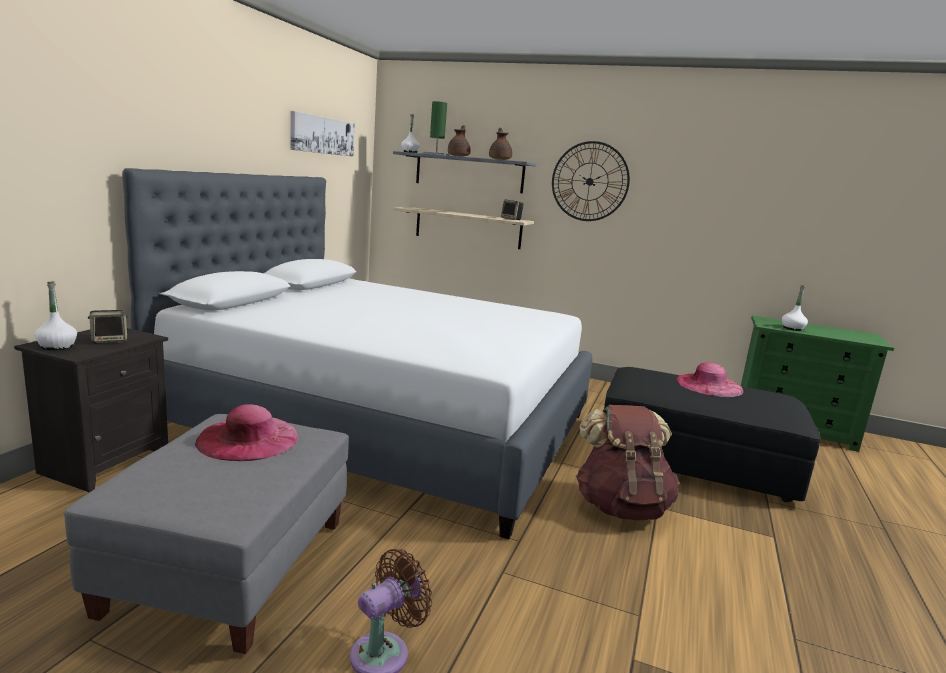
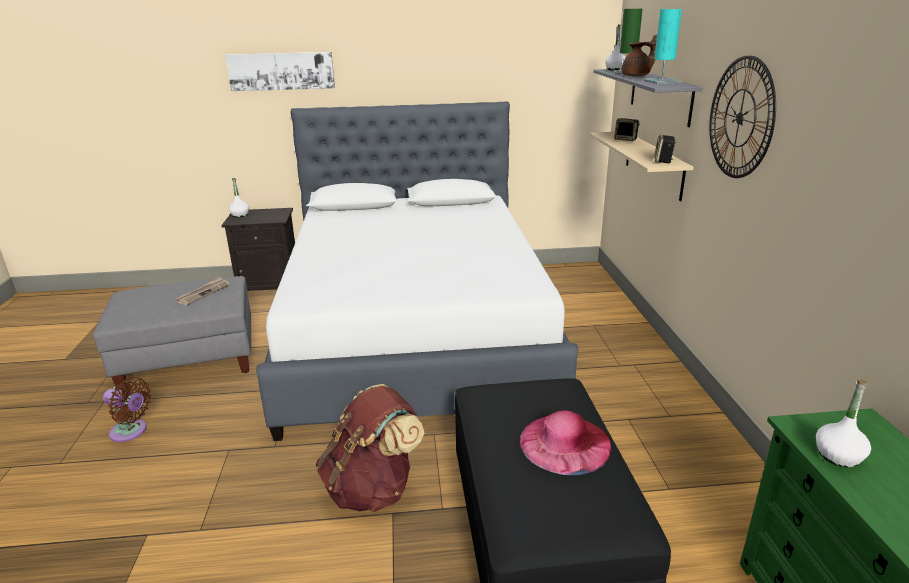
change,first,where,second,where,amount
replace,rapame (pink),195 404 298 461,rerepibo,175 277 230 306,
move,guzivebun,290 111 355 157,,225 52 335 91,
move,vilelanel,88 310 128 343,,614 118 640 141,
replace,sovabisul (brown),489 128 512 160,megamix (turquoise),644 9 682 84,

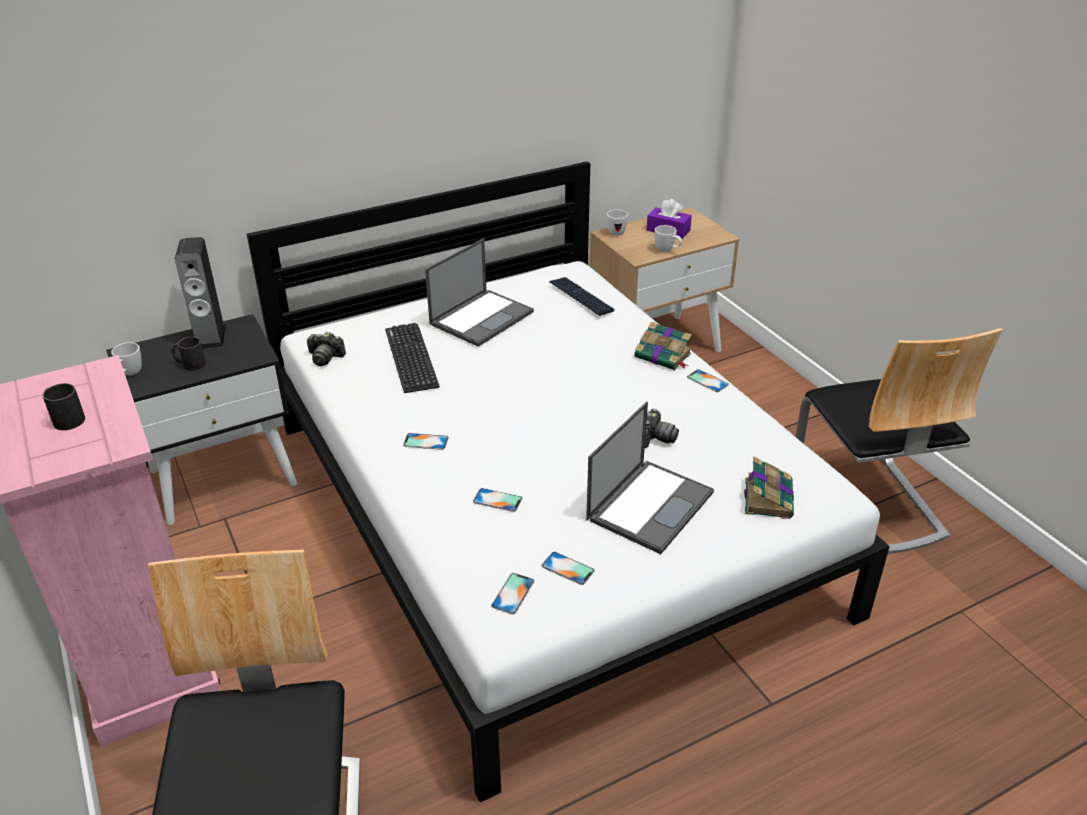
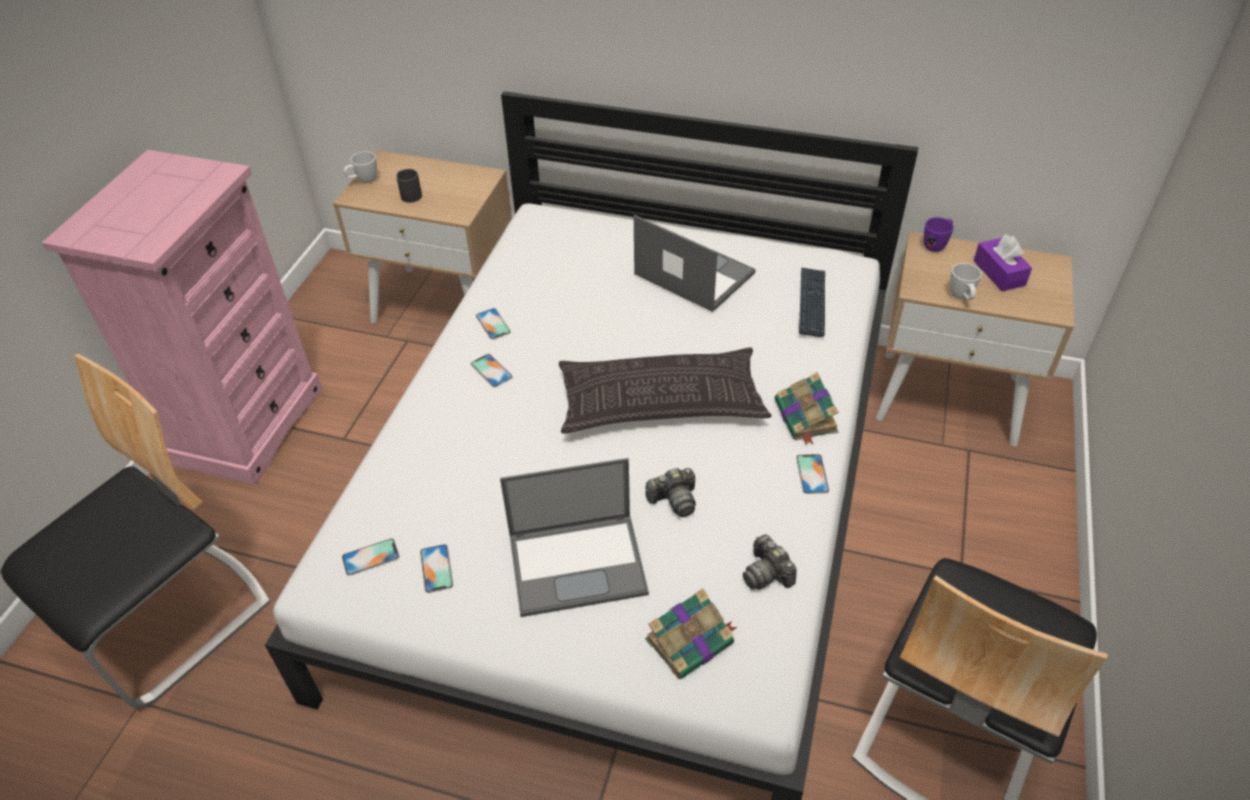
change,first,where,second,where,amount
recolor,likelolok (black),106 314 297 525,likelolok (beige),333 150 512 323,
move,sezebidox,473 488 522 512,,476 308 511 339,
insert,,,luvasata,559 347 772 434,
rotate,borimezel,425 238 534 347,,634 215 756 312,135 degrees counterclockwise
move,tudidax,307 332 346 366,,743 535 797 590,
recolor,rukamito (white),607 210 628 236,rukamito (purple),924 217 954 252,
delete,rukamito (black),43 383 85 430,,,
delete,vilelanel,175 237 226 349,,,
delete,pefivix,385 323 440 393,,,

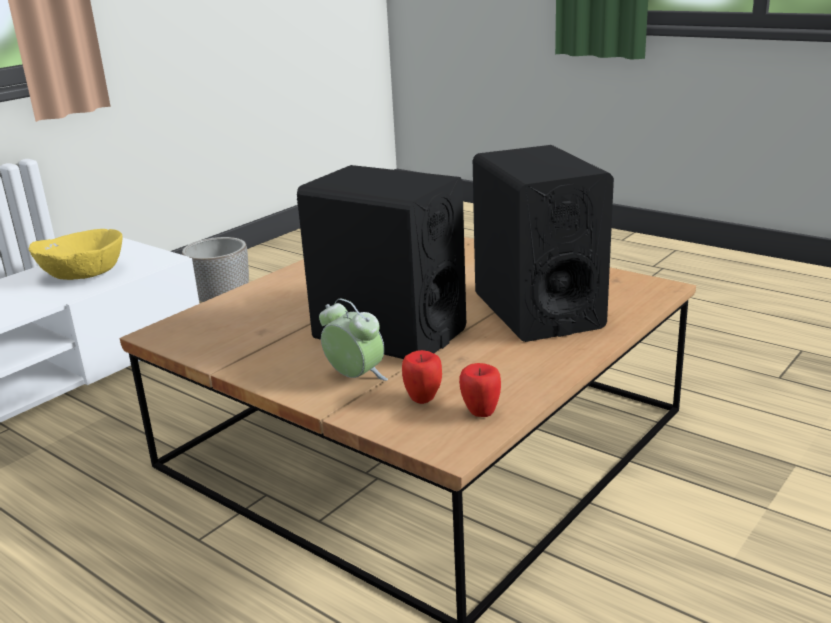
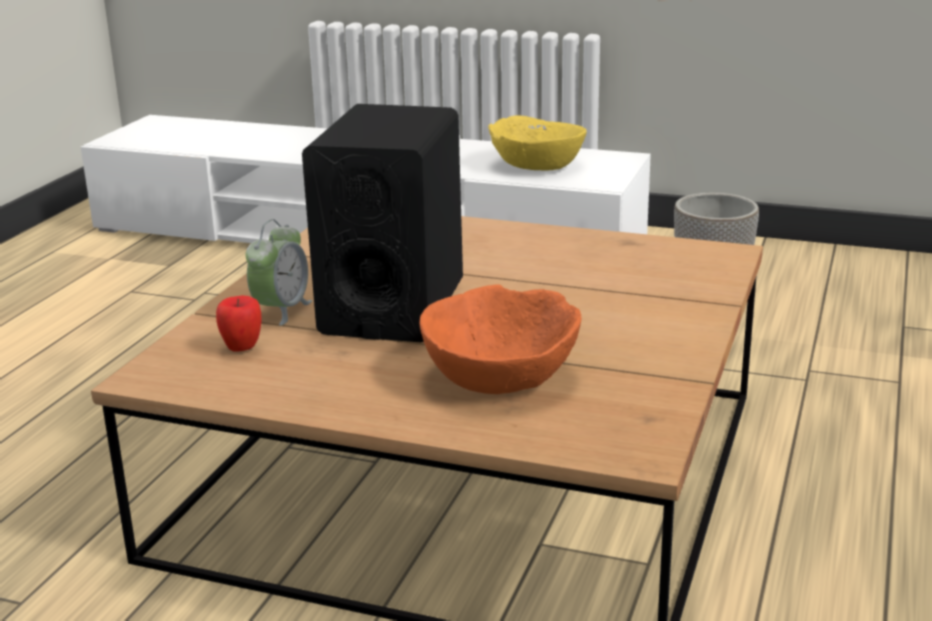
change,first,where,second,where,amount
replace,vilelanel (black),473 145 614 342,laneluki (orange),419 284 582 394,
delete,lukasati,459 363 501 417,,,

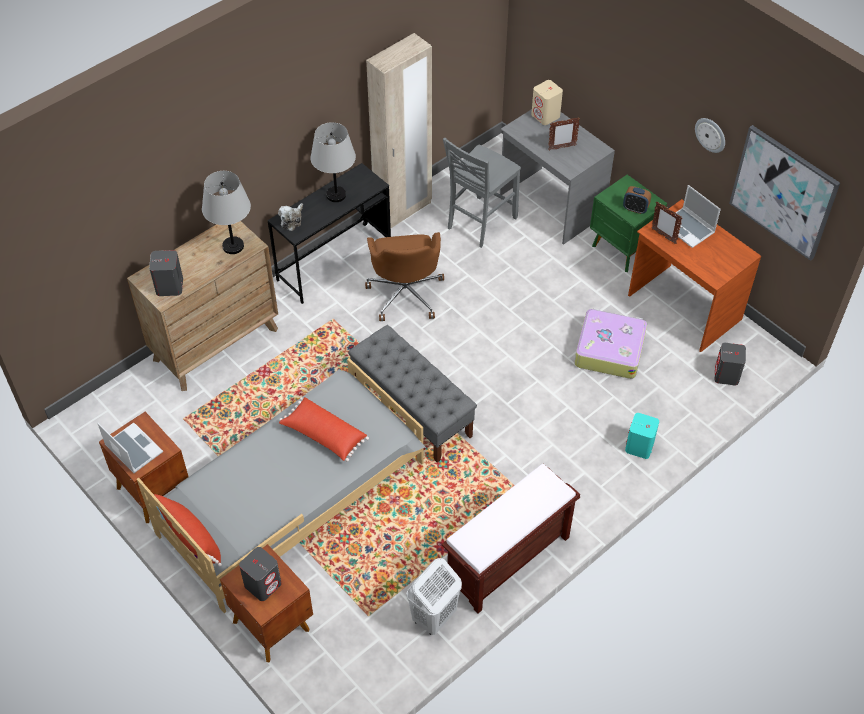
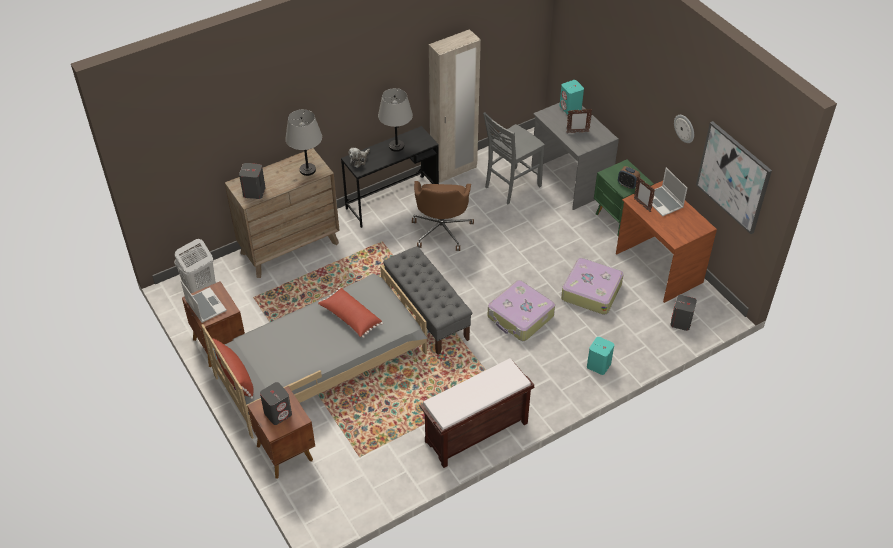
change,first,where,second,where,amount
move,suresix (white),406 558 462 635,,175 239 216 293,
insert,,,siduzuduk,487 280 555 341,
recolor,vilelanel (beige),531 80 563 125,vilelanel (turquoise),560 80 584 114,

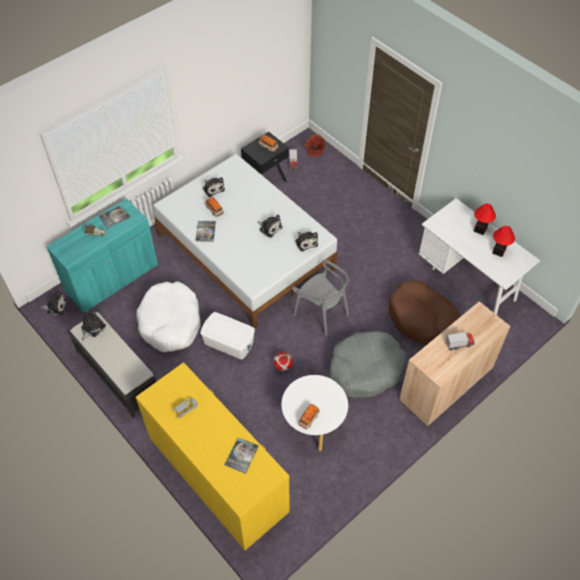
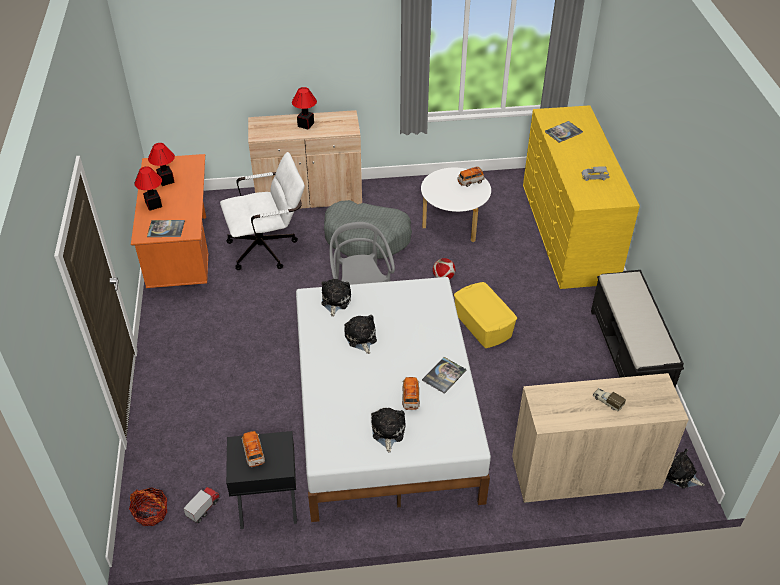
change,first,where,second,where,amount
recolor,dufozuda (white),419 198 540 315,dufozuda (orange),131 154 209 288,
move,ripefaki,99 205 130 228,,147 220 185 237,
replace,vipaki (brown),388 280 461 345,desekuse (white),220 152 305 270,
replace,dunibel,446 332 475 351,megamix,292 87 317 129,
recolor,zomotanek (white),200 312 255 360,zomotanek (yellow),454 282 517 348,
recolor,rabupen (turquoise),46 198 158 312,rabupen (beige),512 373 689 503,
delete,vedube,81 312 106 340,,,
delete,vipaki (white),137 281 201 352,,,

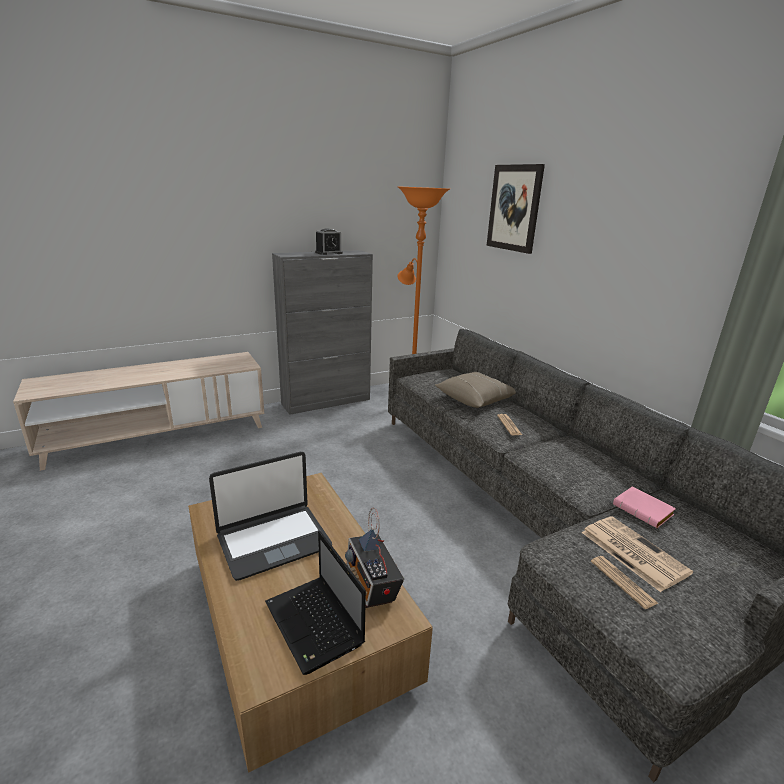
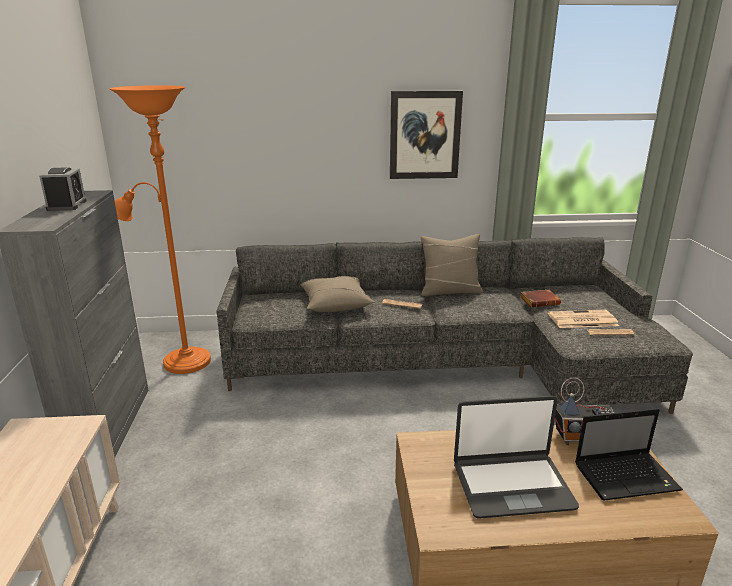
change,first,where,second,where,amount
move,guzivebun,486 164 545 254,,390 91 463 179,
insert,,,luvasata (beige),420 234 483 296,
rotate,borimezel,209 452 332 581,,454 396 579 519,90 degrees clockwise
recolor,ripefaki (pink),613 487 676 528,ripefaki (brown),521 290 561 307,

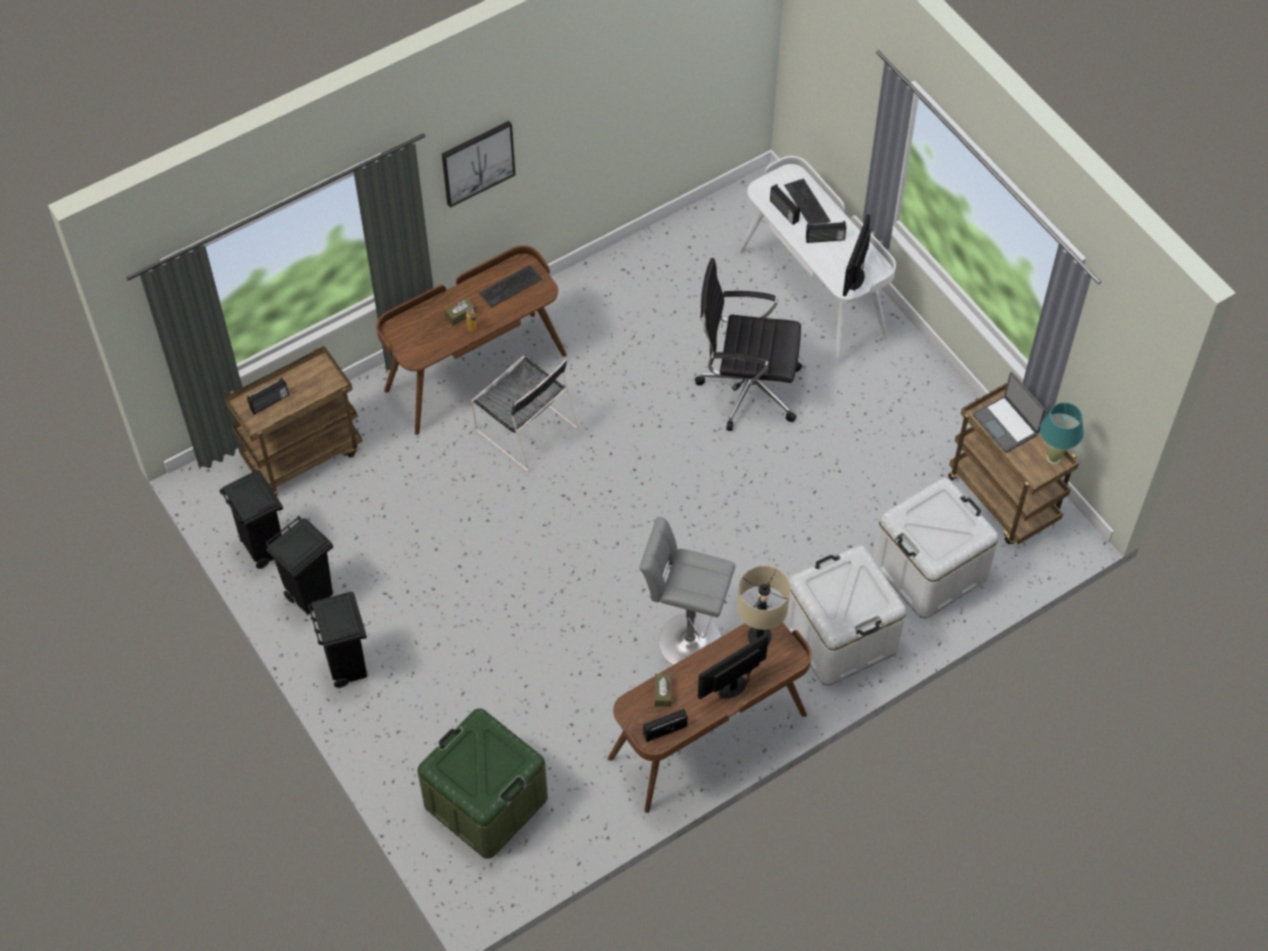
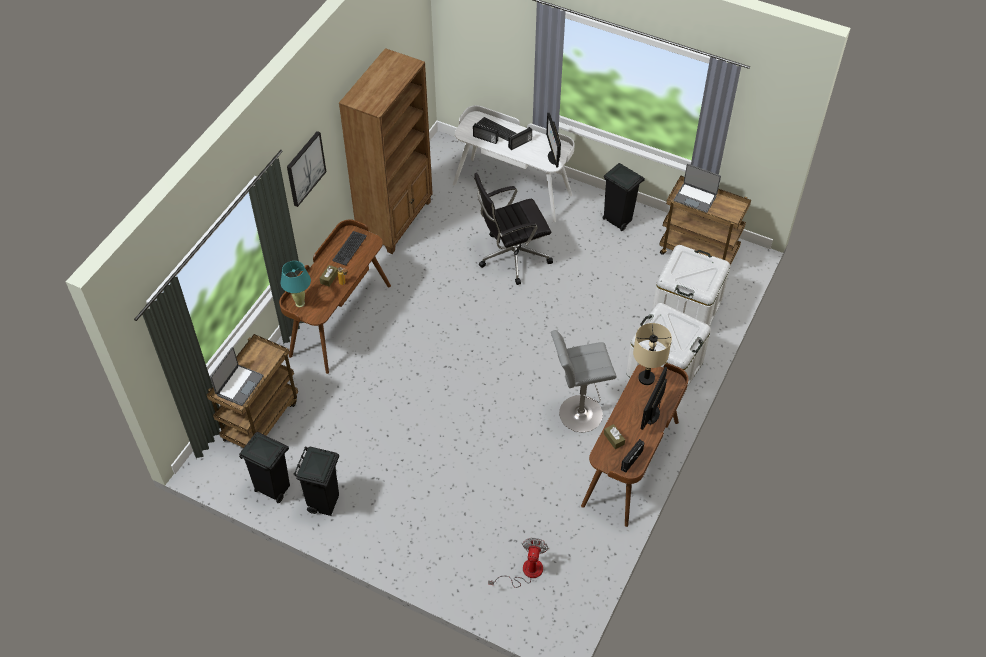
change,first,where,second,where,amount
replace,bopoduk,247 378 289 415,borimezel,210 347 264 406,
move,megamix (turquoise),1040 402 1084 464,,281 261 311 307,
insert,,,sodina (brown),339 48 433 254,
replace,zomotanek (green),418 708 548 858,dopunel,488 538 548 588,
move,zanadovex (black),308 592 367 688,,603 163 645 231,
delete,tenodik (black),471 356 579 472,,,

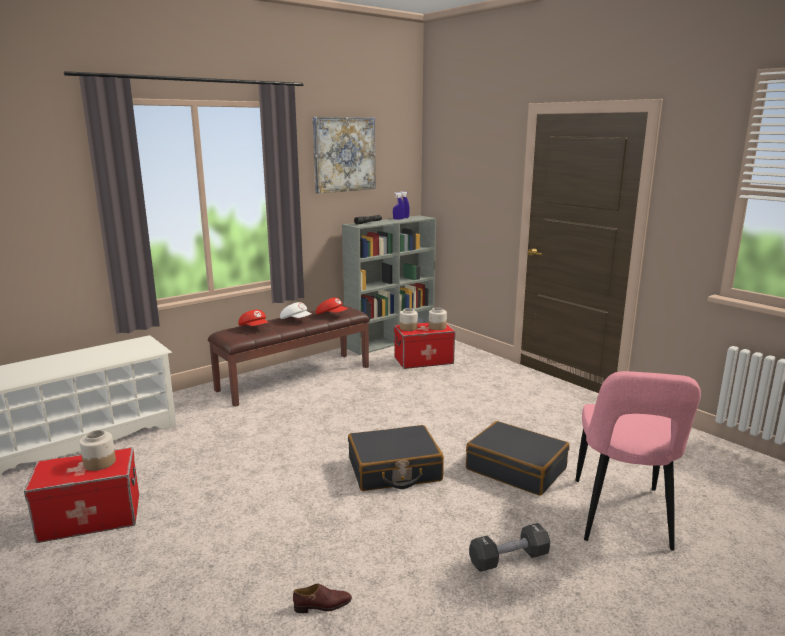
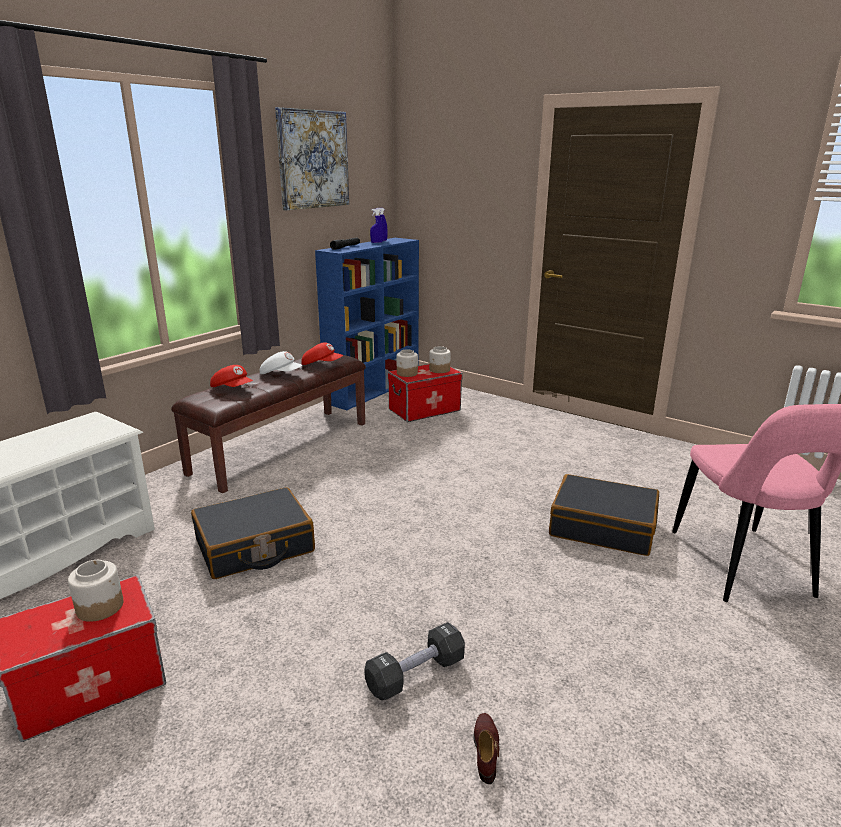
change,first,where,second,where,amount
move,siduzuduk (black),348 425 444 491,,191 487 315 579,
recolor,sodina (grey),342 215 436 355,sodina (blue),315 238 419 410,
move,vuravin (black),469 523 550 572,,364 622 465 700,
rotate,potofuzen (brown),293 584 352 613,,473 713 499 784,60 degrees counterclockwise

